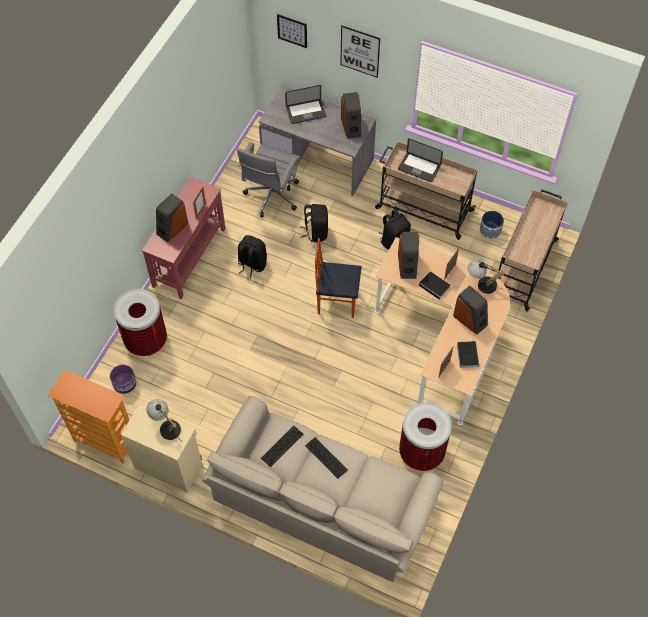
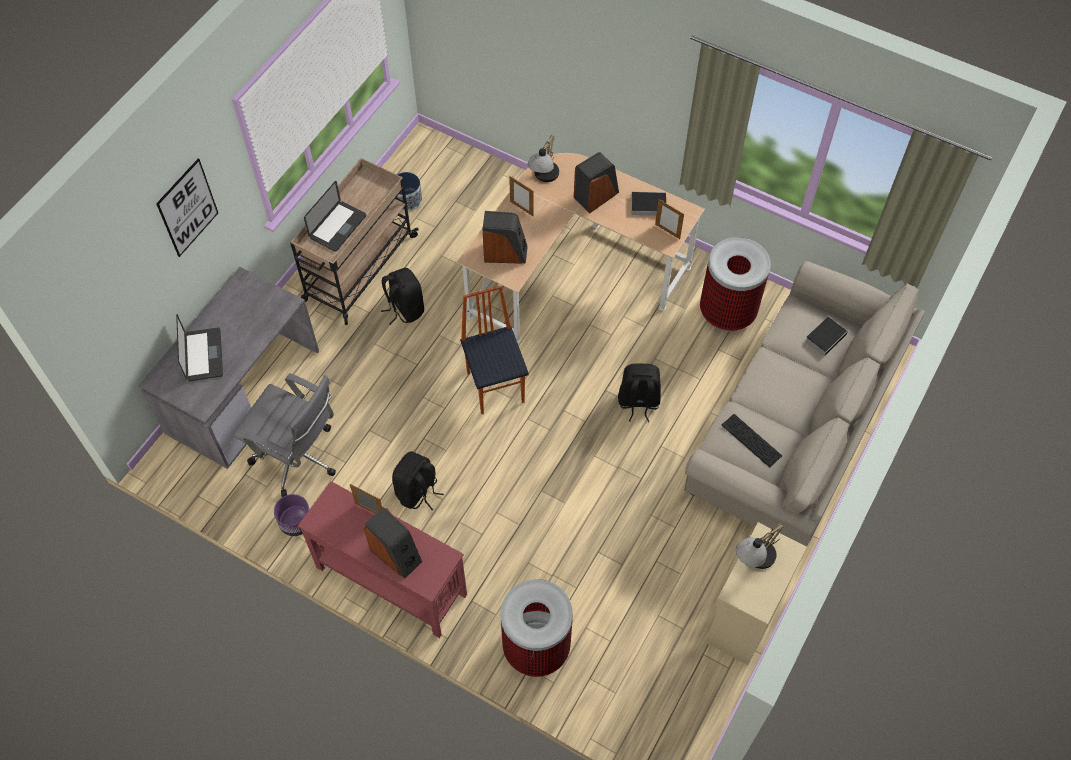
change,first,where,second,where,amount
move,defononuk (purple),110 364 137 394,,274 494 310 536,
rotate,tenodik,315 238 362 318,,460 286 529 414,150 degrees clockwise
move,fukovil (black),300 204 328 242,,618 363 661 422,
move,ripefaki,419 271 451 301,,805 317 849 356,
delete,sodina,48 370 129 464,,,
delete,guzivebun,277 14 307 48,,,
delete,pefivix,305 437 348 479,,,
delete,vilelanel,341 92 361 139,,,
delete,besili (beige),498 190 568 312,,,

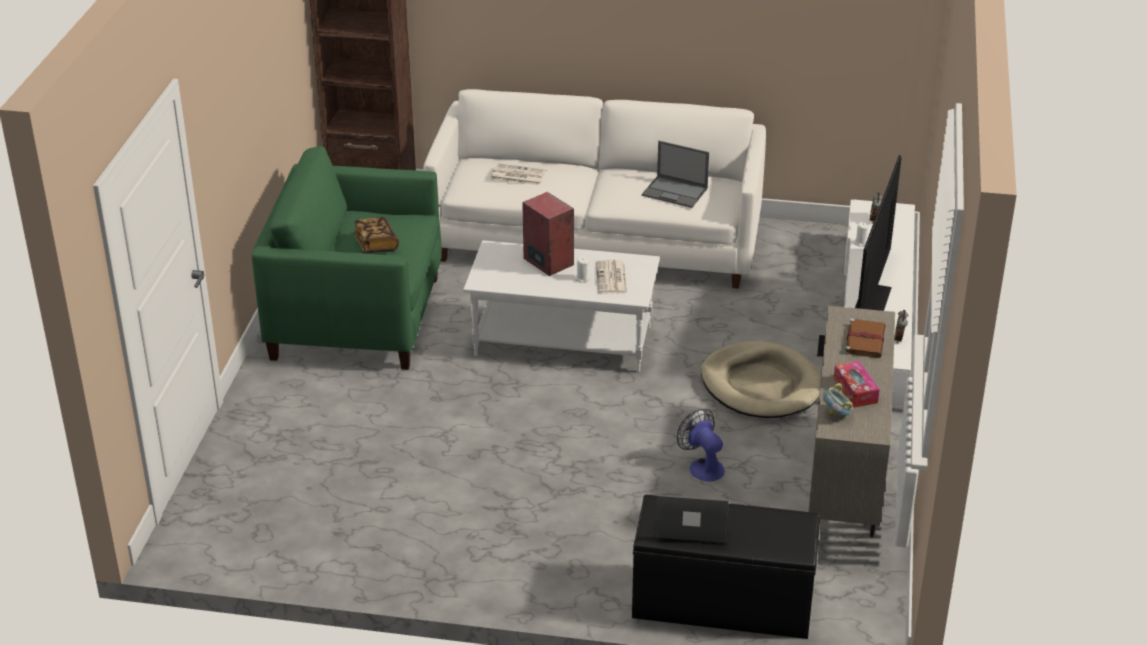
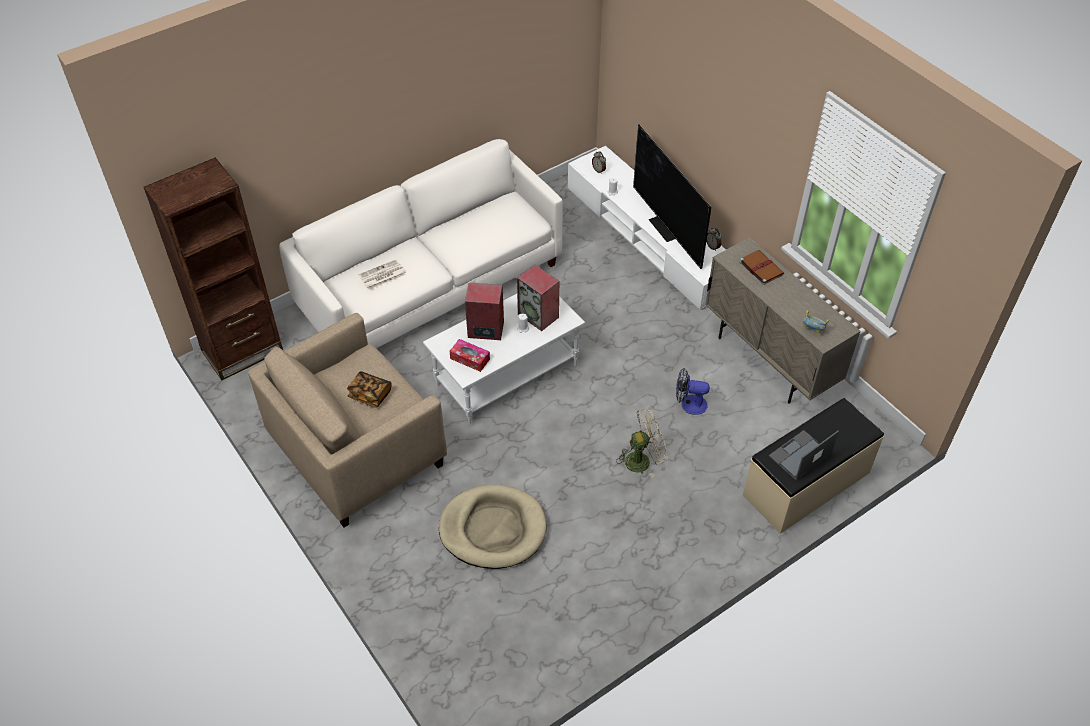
change,first,where,second,where,amount
recolor,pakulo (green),251 146 442 370,pakulo (beige),248 313 447 528,
move,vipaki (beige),701 341 821 418,,439 484 547 569,
move,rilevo,834 361 880 408,,450 339 490 372,
replace,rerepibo,596 260 627 294,vilelanel,517 265 559 331,
insert,,,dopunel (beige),616 409 667 478,
recolor,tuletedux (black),632 495 820 639,tuletedux (beige),743 398 884 534,
delete,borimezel,642 141 709 208,,,

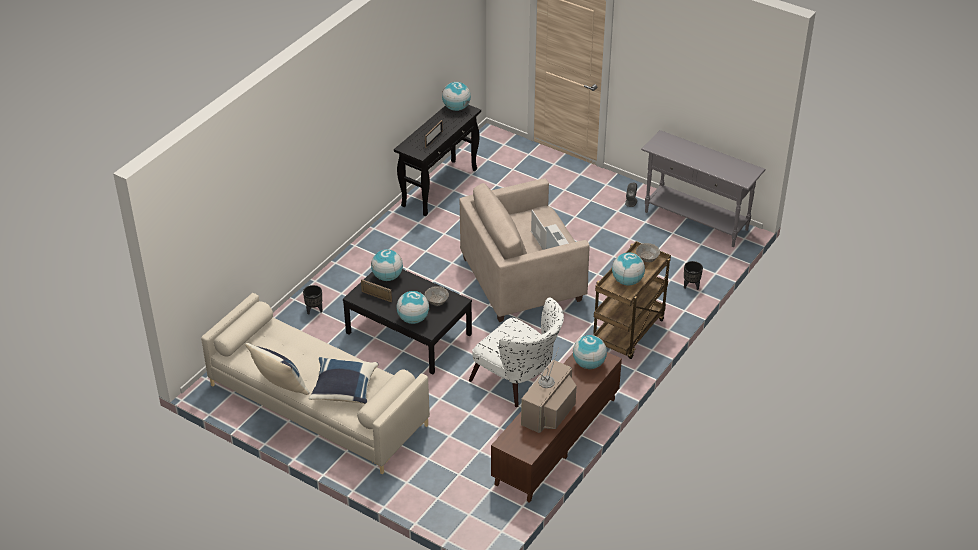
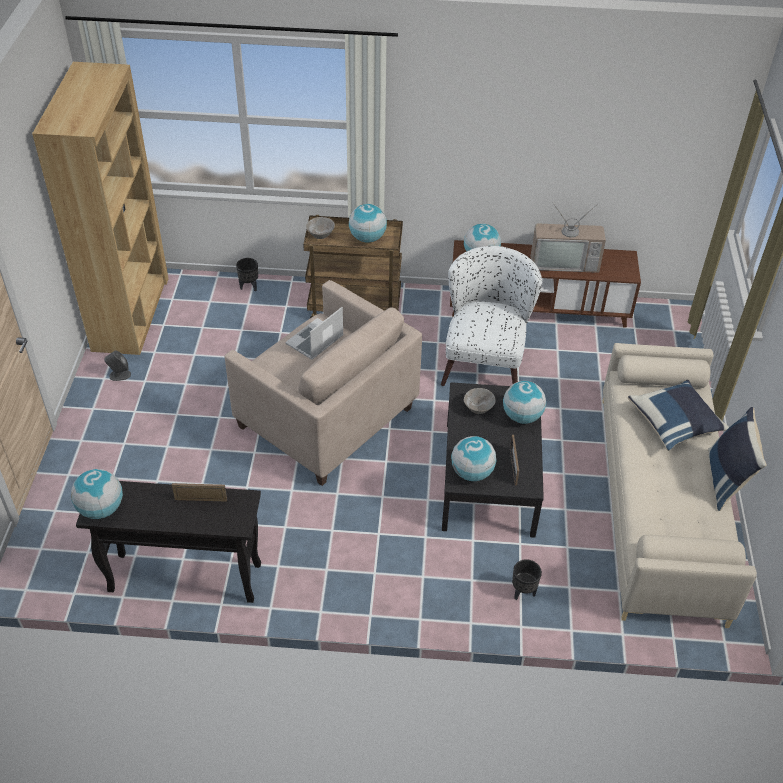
change,first,where,second,where,amount
replace,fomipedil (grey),641 130 766 247,sodina (brown),32 62 169 355,

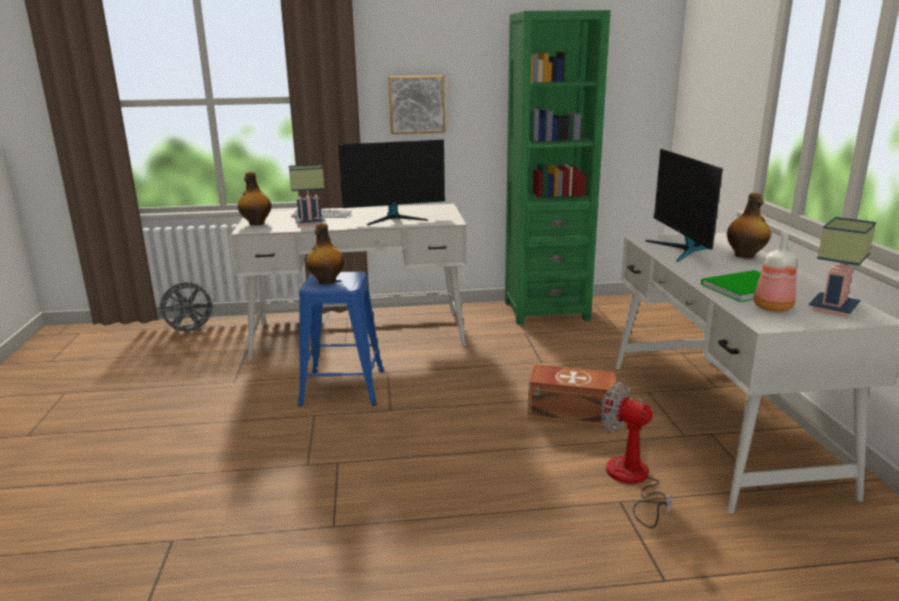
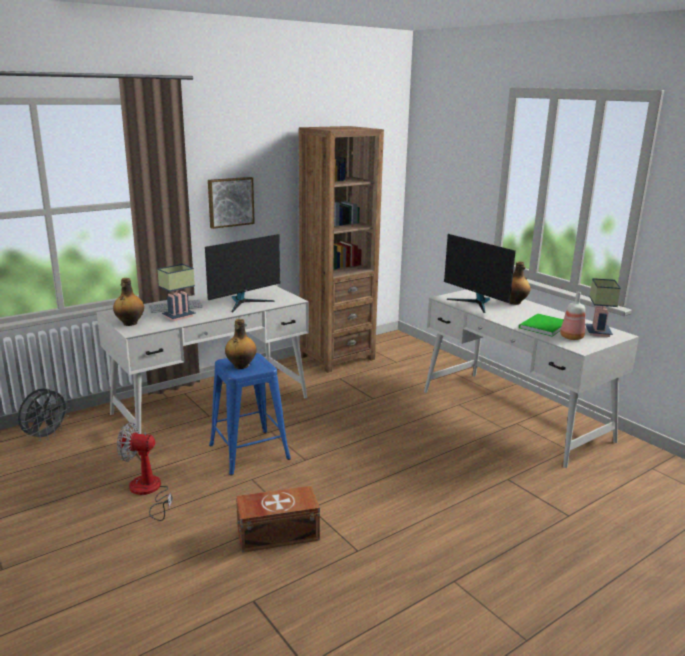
change,first,where,second,where,amount
move,dopunel,601 382 672 528,,117 422 173 521,
move,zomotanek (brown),528 364 615 427,,236 486 320 553,
recolor,sodina (green),505 10 611 325,sodina (brown),299 126 384 373,

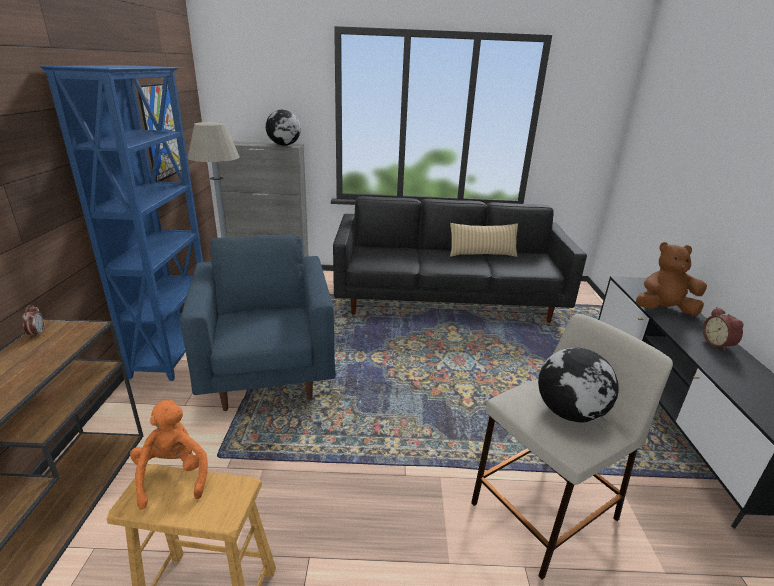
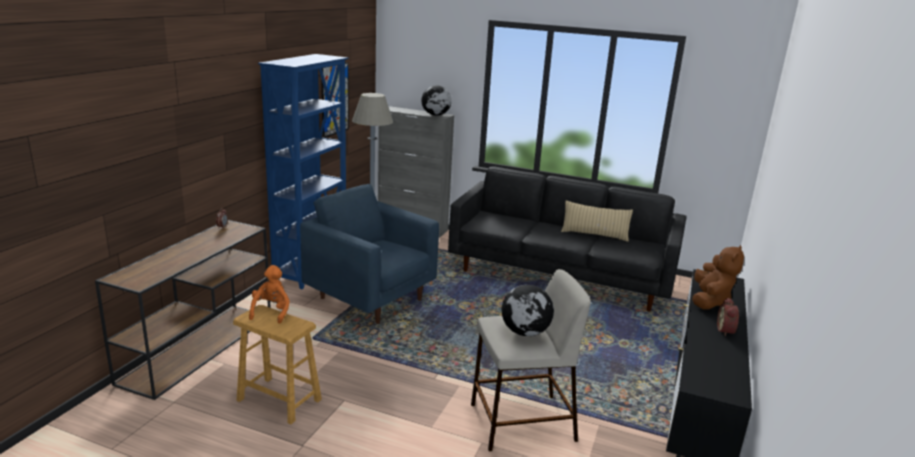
change,first,where,second,where,amount
rotate,pakulo (blue),180 235 336 411,,300 184 439 324,60 degrees counterclockwise
rotate,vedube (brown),636 242 707 316,,692 245 744 310,90 degrees clockwise

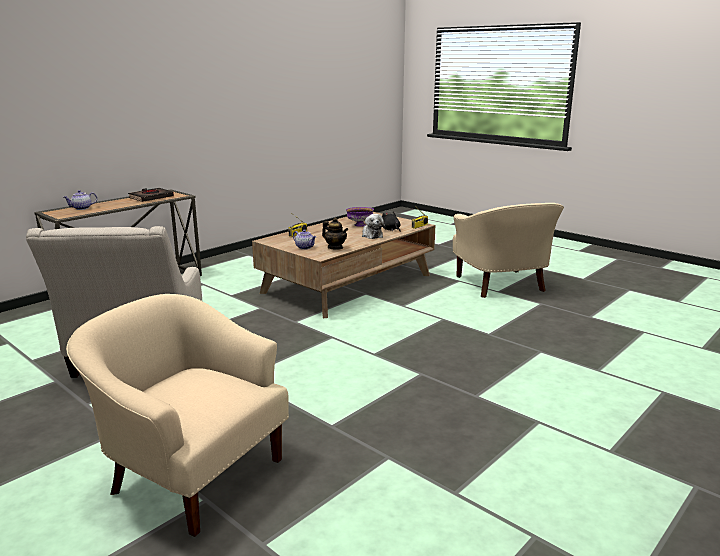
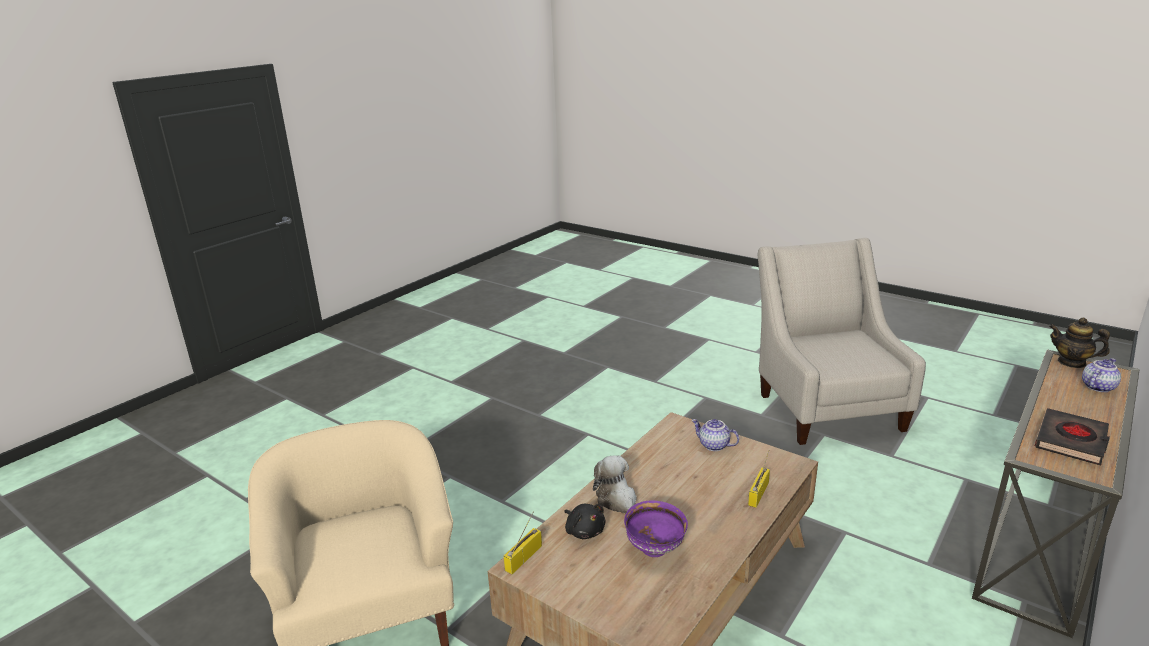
change,first,where,second,where,amount
move,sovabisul,322 218 348 250,,1049 318 1110 368,
delete,pakulo (beige),66 294 289 537,,,

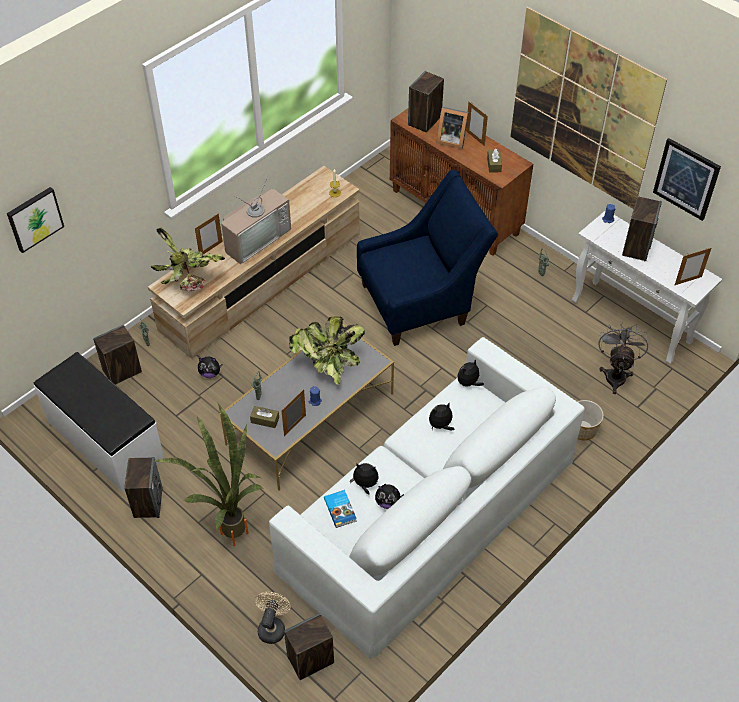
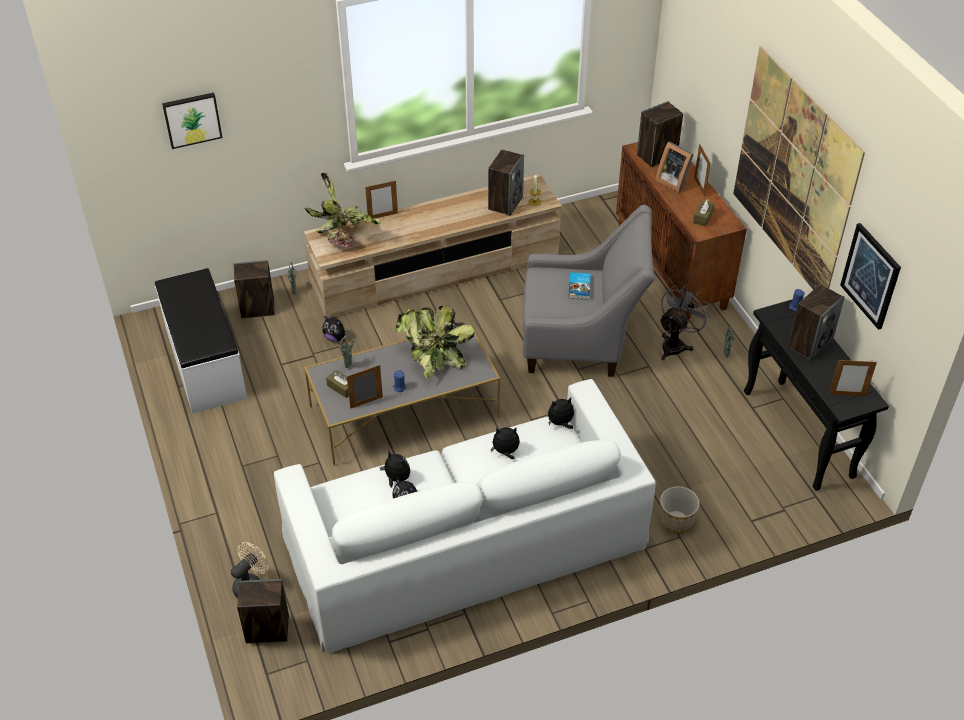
change,first,where,second,where,amount
move,vilelanel,124 457 162 518,,488 150 524 216,
recolor,pakulo (blue),357 170 498 346,pakulo (grey),523 205 654 377,
move,ripefaki,324 490 357 528,,569 272 591 300,
move,dopunel (grey),598 321 648 394,,659 284 711 360,
recolor,fomipedil (white),572 210 722 364,fomipedil (black),744 299 889 491,
delete,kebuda,153 404 264 546,,,
delete,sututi,221 174 291 264,,,

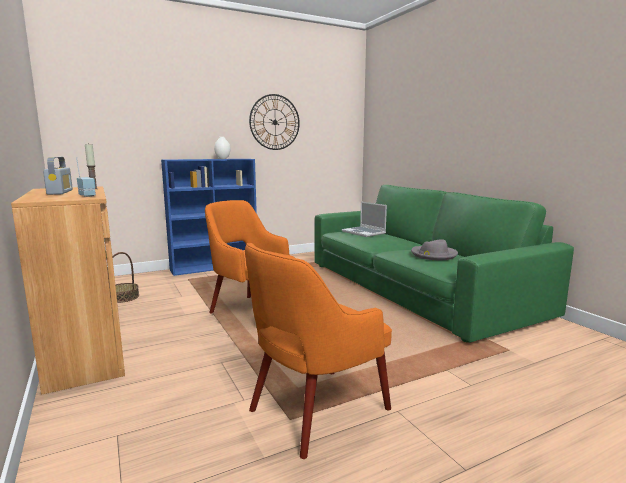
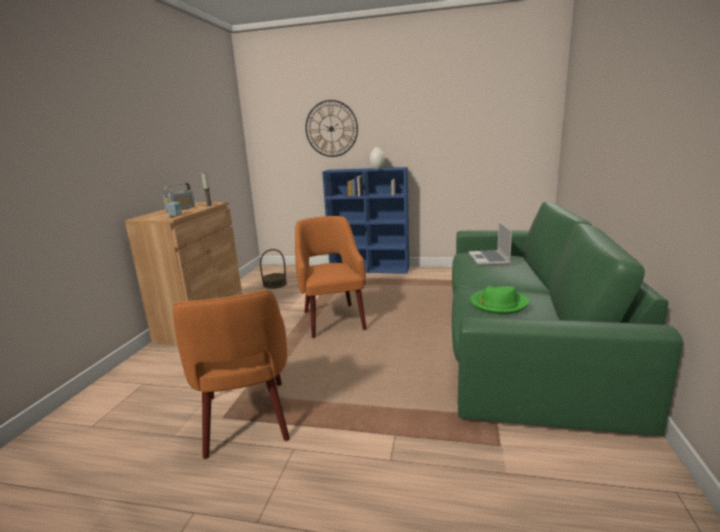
change,first,where,second,where,amount
rotate,pakulo (orange),245 243 392 459,,173 290 290 459,105 degrees counterclockwise
move,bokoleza,249 94 300 150,,305 100 358 157,
recolor,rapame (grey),411 240 458 260,rapame (green),471 286 529 314,

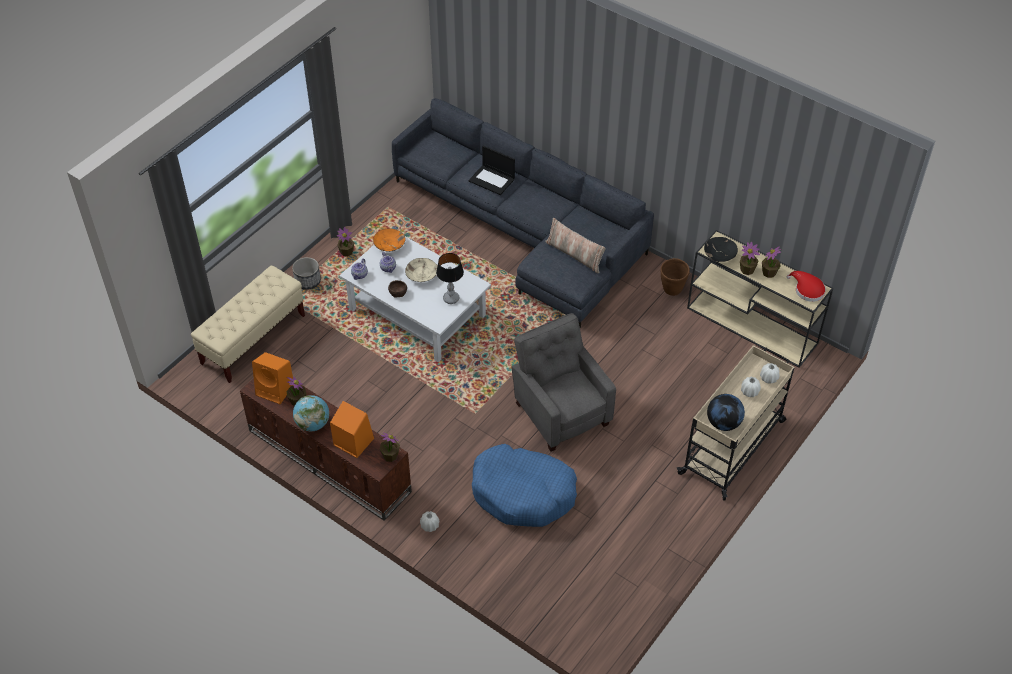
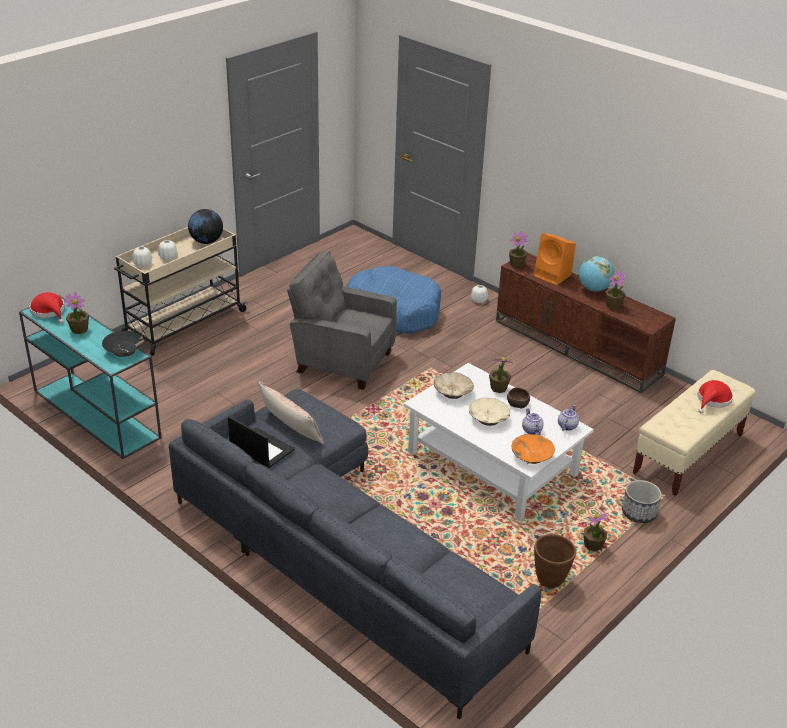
change,first,where,second,where,amount
recolor,fomipedil (beige),687 230 834 368,fomipedil (turquoise),19 295 161 459,
move,borimezel,469 146 515 195,,228 416 295 468,
rotate,pakulo (grey),511 313 616 451,,287 251 397 390,135 degrees clockwise
replace,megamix,436 253 464 304,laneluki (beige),434 372 474 399,
move,kebuda,740 242 760 275,,489 357 513 393,
move,defononuk (brown),660 258 690 296,,534 534 576 588,
insert,,,rapame (red),697 380 733 413,
delete,vilelanel (orange),252 352 293 404,,,

